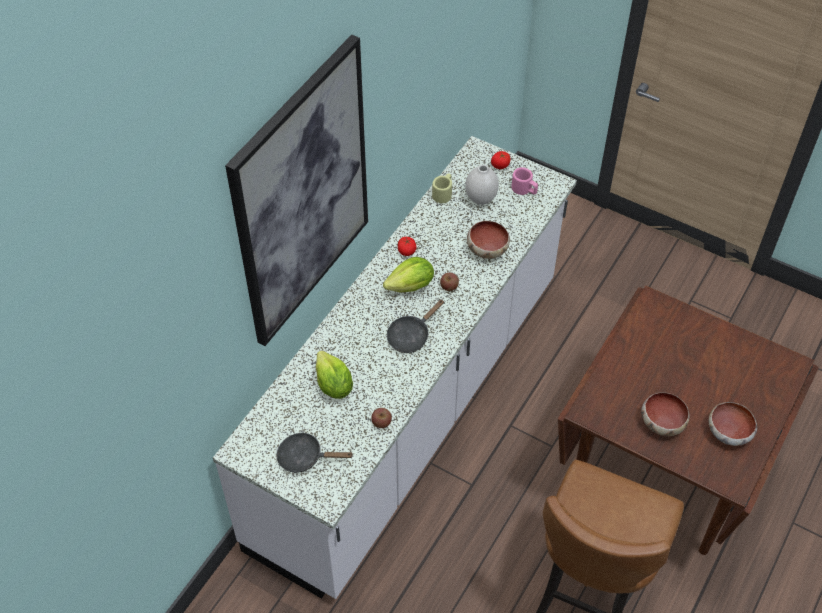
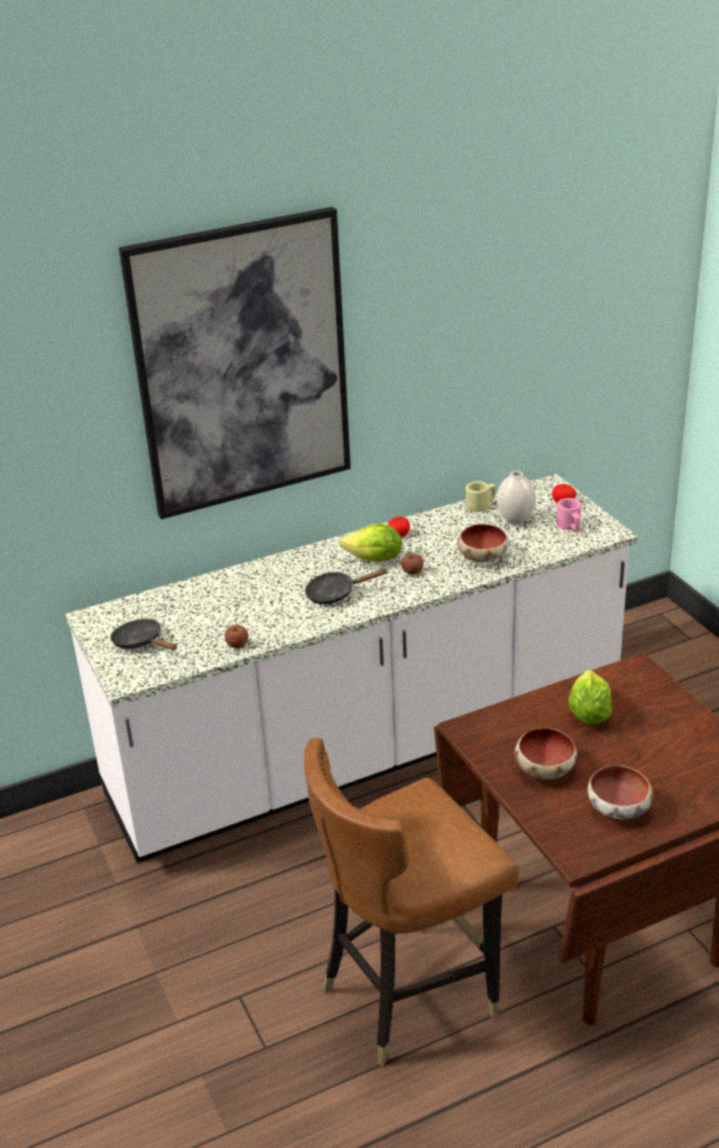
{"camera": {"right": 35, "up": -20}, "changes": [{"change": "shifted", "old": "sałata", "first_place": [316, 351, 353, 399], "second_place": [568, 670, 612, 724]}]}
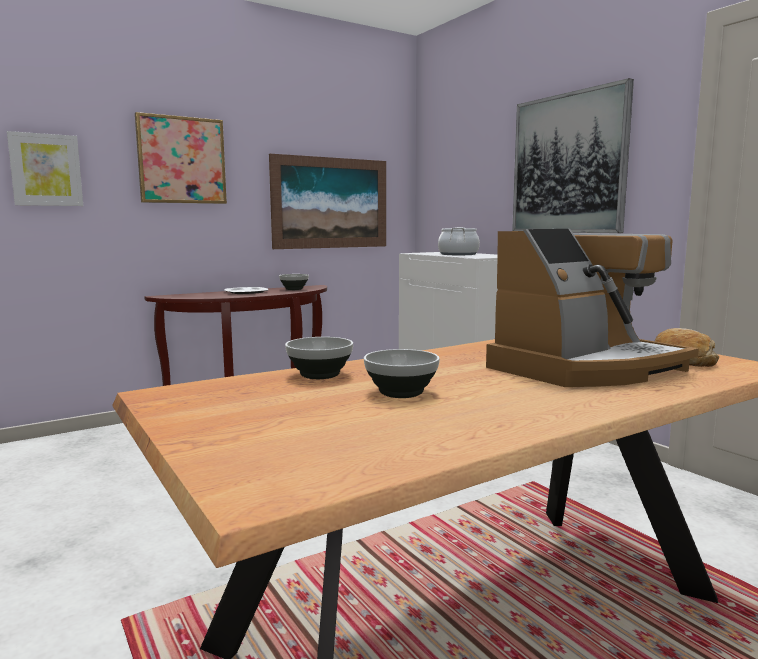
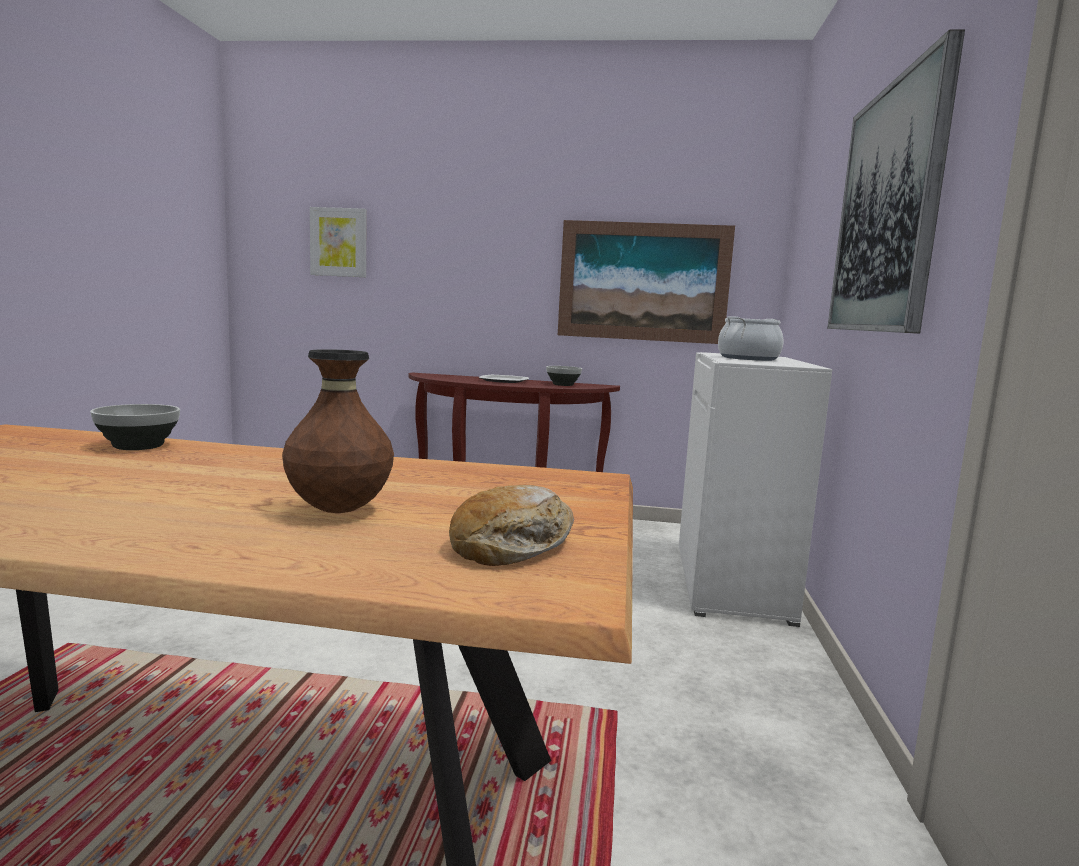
{"camera": {"right": 40, "up": 0}, "changes": [{"change": "gone", "old": "obraz", "first_place": [135, 112, 227, 204]}, {"change": "gone", "old": "miska", "first_place": [364, 349, 440, 398]}, {"change": "swapped", "old": "ekspres do kawy", "new": "wazon [brązowy]", "first_place": [486, 229, 699, 387], "second_place": [282, 349, 394, 513]}]}
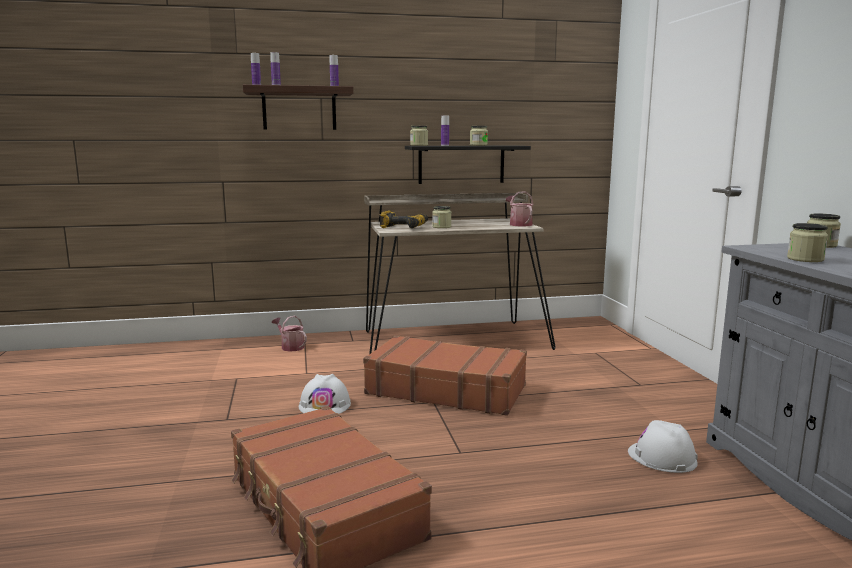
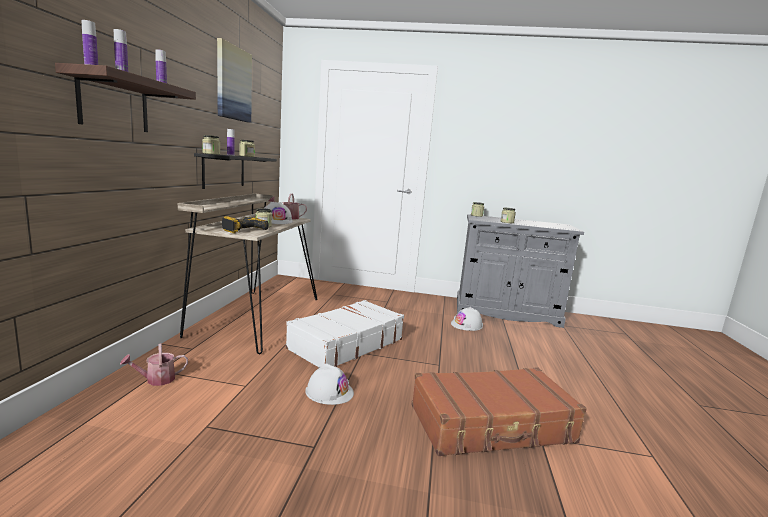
{"camera": {"right": -70, "up": 0}, "changes": [{"change": "new", "new": "obraz", "second_place": [217, 38, 252, 123]}, {"change": "new", "new": "kask [biały]", "second_place": [265, 202, 293, 224]}, {"change": "repainted", "old": "walizka [brązowy]", "new": "walizka [biały]", "first_place": [363, 335, 527, 416], "second_place": [286, 300, 404, 368]}]}
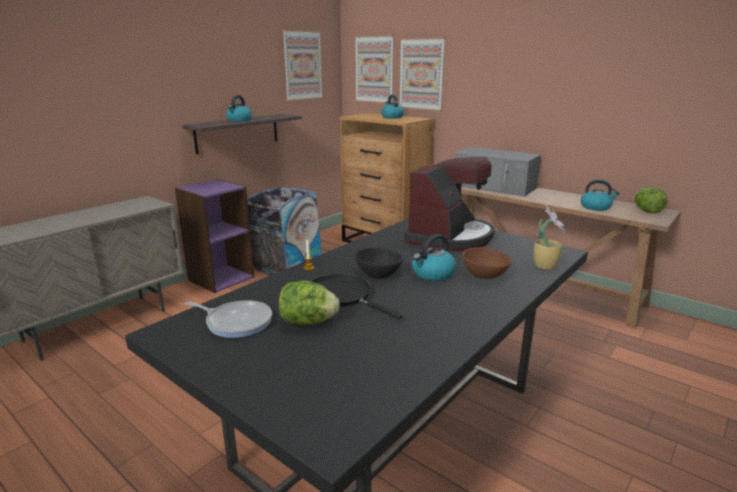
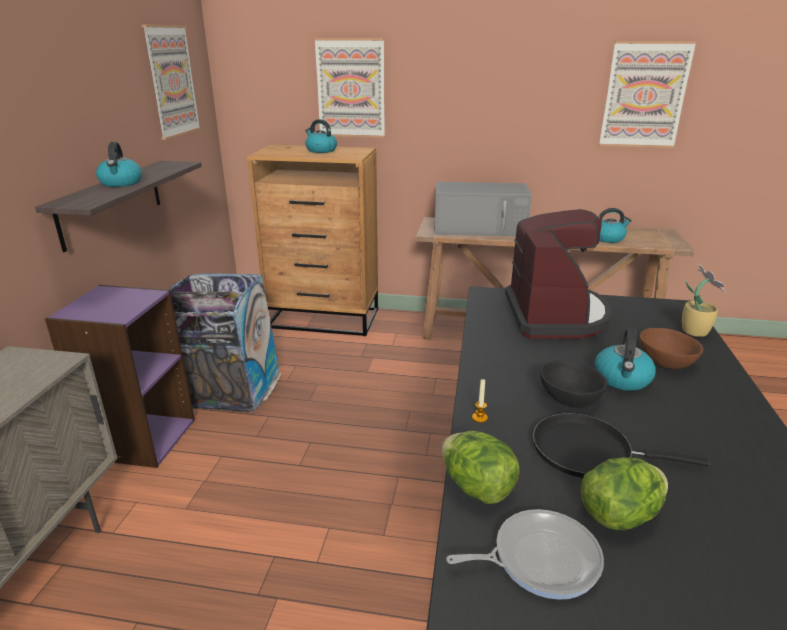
{"camera": {"right": -30, "up": 5}, "changes": [{"change": "shifted", "old": "obraz", "first_place": [355, 35, 394, 104], "second_place": [599, 41, 697, 148]}, {"change": "shifted", "old": "sałata", "first_place": [634, 187, 668, 213], "second_place": [442, 431, 520, 504]}]}
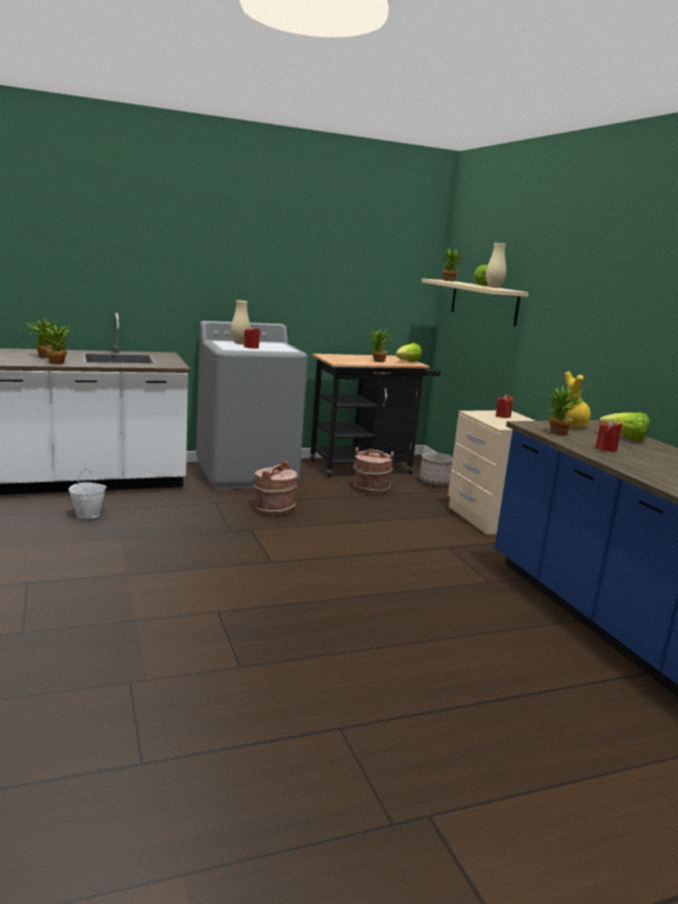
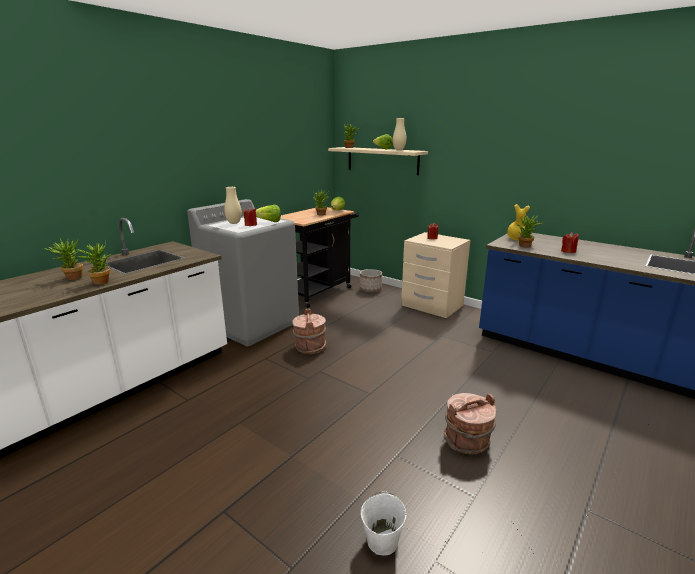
{"camera": {"right": -30, "up": 5}, "changes": [{"change": "shifted", "old": "wiadro [biały]", "first_place": [69, 468, 106, 519], "second_place": [361, 491, 407, 556]}, {"change": "shifted", "old": "wiadro [brązowy]", "first_place": [353, 447, 394, 494], "second_place": [444, 393, 496, 455]}, {"change": "shifted", "old": "sałata", "first_place": [599, 412, 649, 441], "second_place": [256, 205, 281, 222]}]}
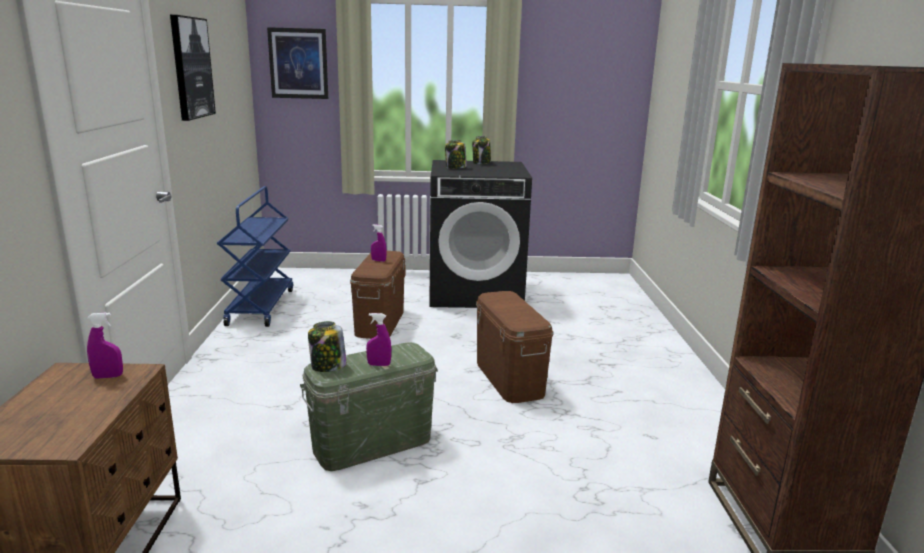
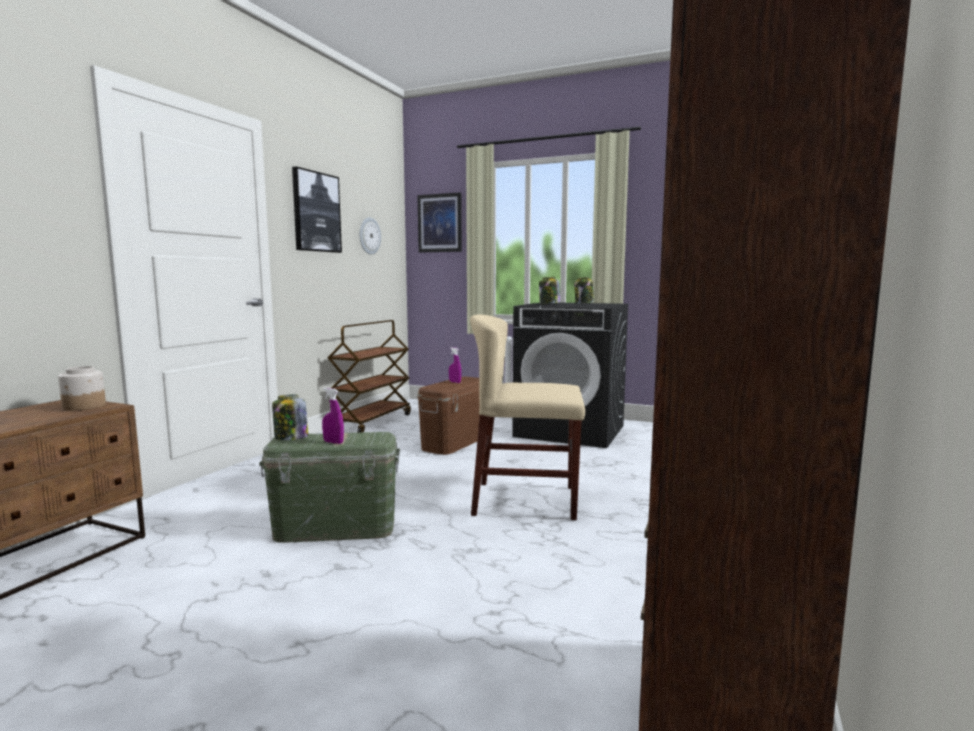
{"camera": {"right": 25, "up": -10}, "changes": [{"change": "new", "new": "zegar ścienny", "second_place": [359, 217, 381, 255]}, {"change": "swapped", "old": "spryskiwacz [fioletowy]", "new": "słoik", "first_place": [87, 313, 123, 379], "second_place": [58, 366, 106, 411]}, {"change": "swapped", "old": "pojemnik do przechowywania [brązowy]", "new": "krzesło [beżowy]", "first_place": [476, 291, 553, 403], "second_place": [470, 314, 585, 520]}, {"change": "repainted", "old": "wózek [niebieski]", "new": "wózek [brązowy]", "first_place": [217, 186, 293, 327], "second_place": [327, 320, 411, 433]}]}
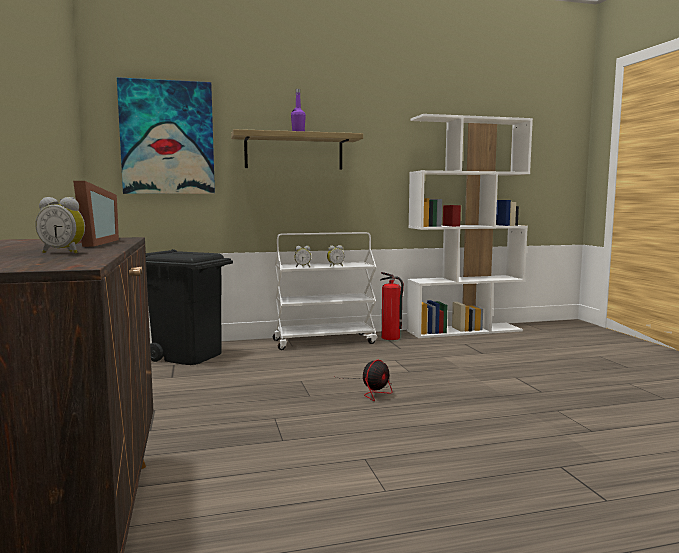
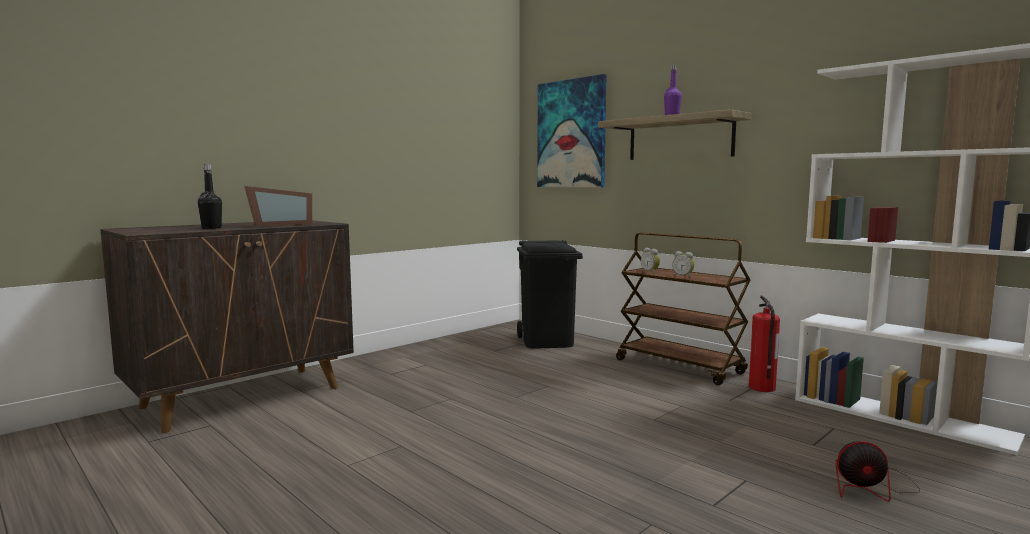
{"camera": {"right": 60, "up": 0}, "changes": [{"change": "shifted", "old": "wentylator", "first_place": [336, 360, 392, 401], "second_place": [835, 441, 920, 502]}, {"change": "swapped", "old": "budzik", "new": "butelka [czarny]", "first_place": [35, 197, 85, 254], "second_place": [198, 164, 222, 229]}, {"change": "repainted", "old": "wózek [biały]", "new": "wózek [brązowy]", "first_place": [273, 232, 377, 350], "second_place": [616, 232, 751, 385]}]}
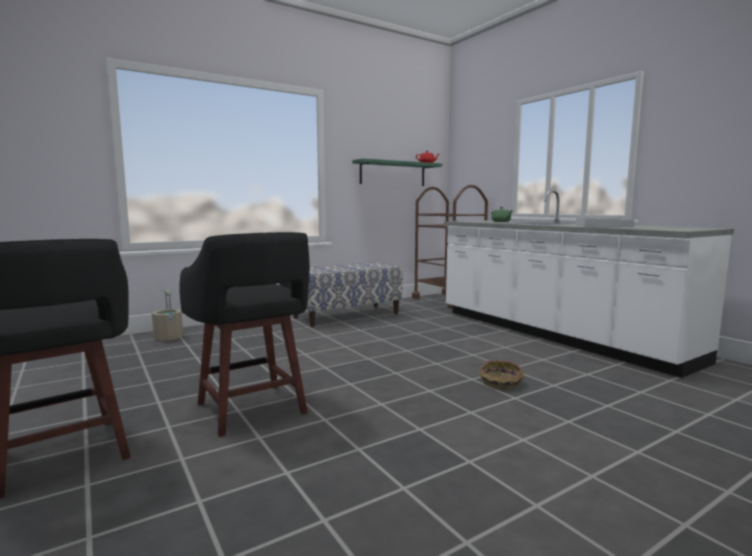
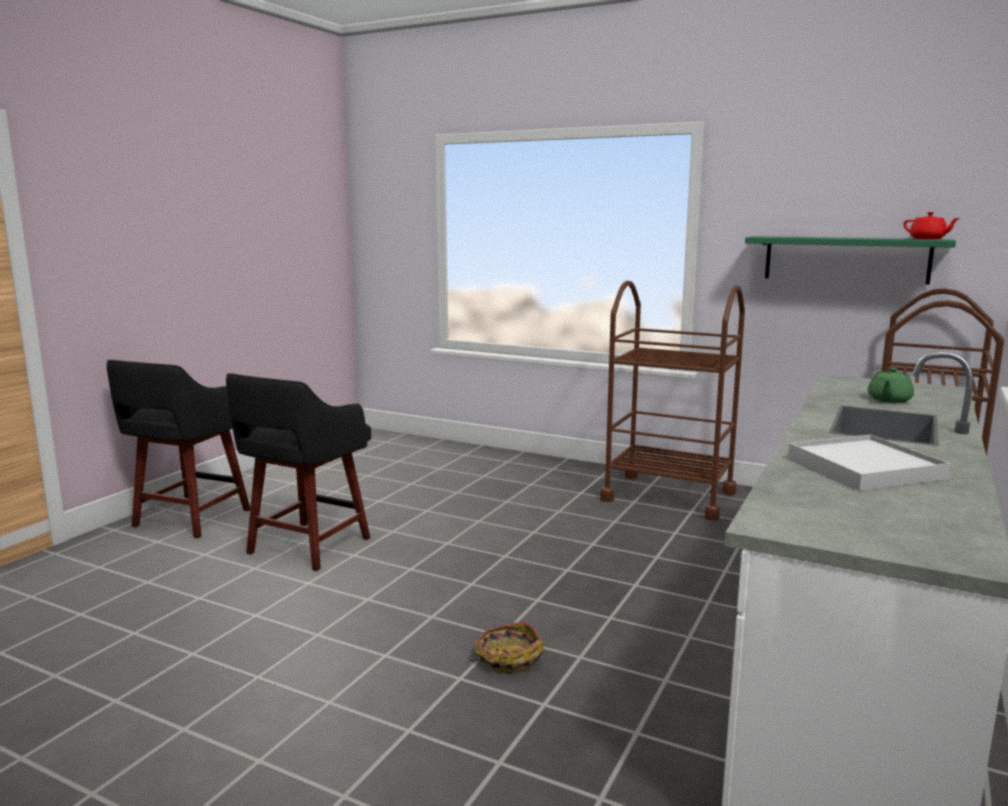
{"camera": {"right": 60, "up": 5}, "changes": [{"change": "gone", "old": "wiadro [beżowy]", "first_place": [152, 288, 183, 341]}, {"change": "swapped", "old": "ławka", "new": "wózek [brązowy]", "first_place": [293, 262, 403, 327], "second_place": [600, 281, 745, 521]}]}
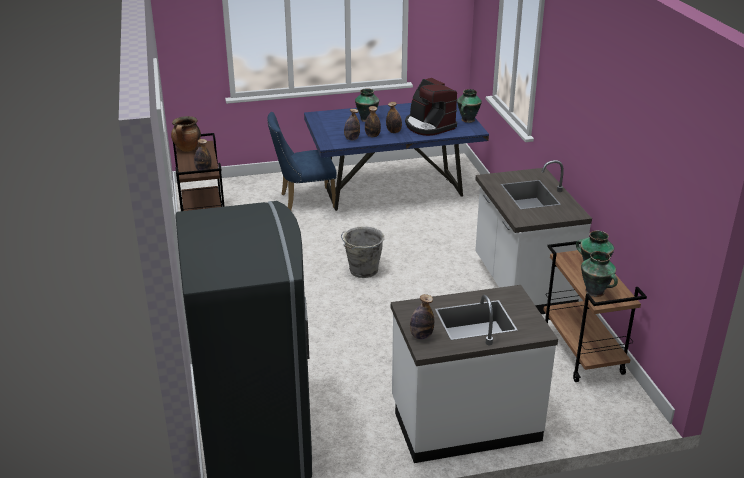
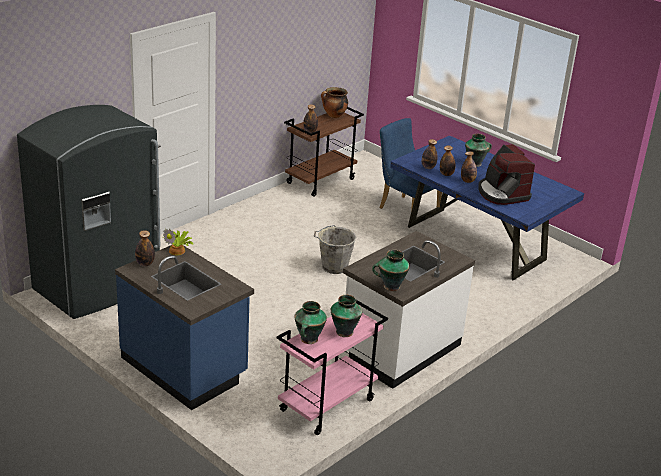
{"camera": {"right": 55, "up": 0}, "changes": [{"change": "new", "new": "roślina doniczkowa", "second_place": [163, 228, 193, 255]}, {"change": "shifted", "old": "wazon", "first_place": [457, 89, 482, 123], "second_place": [372, 250, 410, 291]}, {"change": "repainted", "old": "zabudowa kuchenna [biały]", "new": "zabudowa kuchenna [niebieski]", "first_place": [391, 285, 558, 463], "second_place": [115, 245, 254, 410]}, {"change": "repainted", "old": "wózek [brązowy]", "new": "wózek [różowy]", "first_place": [544, 241, 647, 382], "second_place": [277, 300, 388, 435]}, {"change": "rotated", "old": "ekspres do kawy", "first_place": [405, 78, 457, 136], "second_place": [478, 144, 535, 205], "degrees": -45}]}
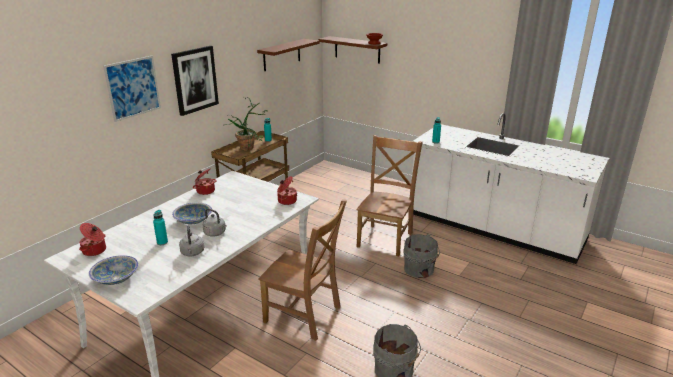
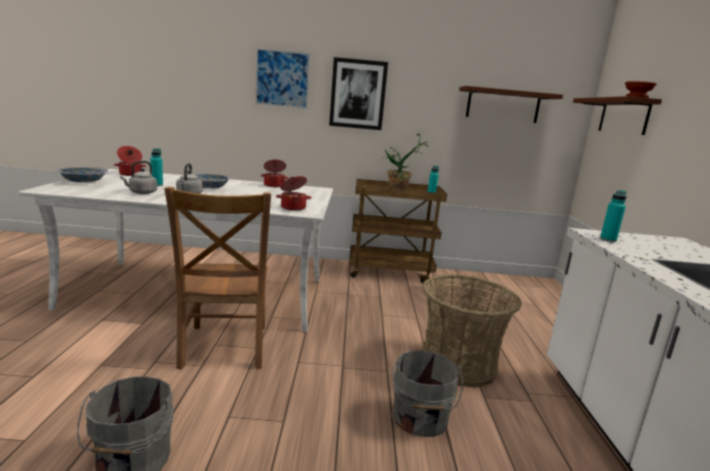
{"camera": {"right": 55, "up": -10}, "changes": [{"change": "swapped", "old": "krzesło [brązowy]", "new": "koszyk", "first_place": [357, 135, 423, 256], "second_place": [422, 274, 522, 388]}]}
